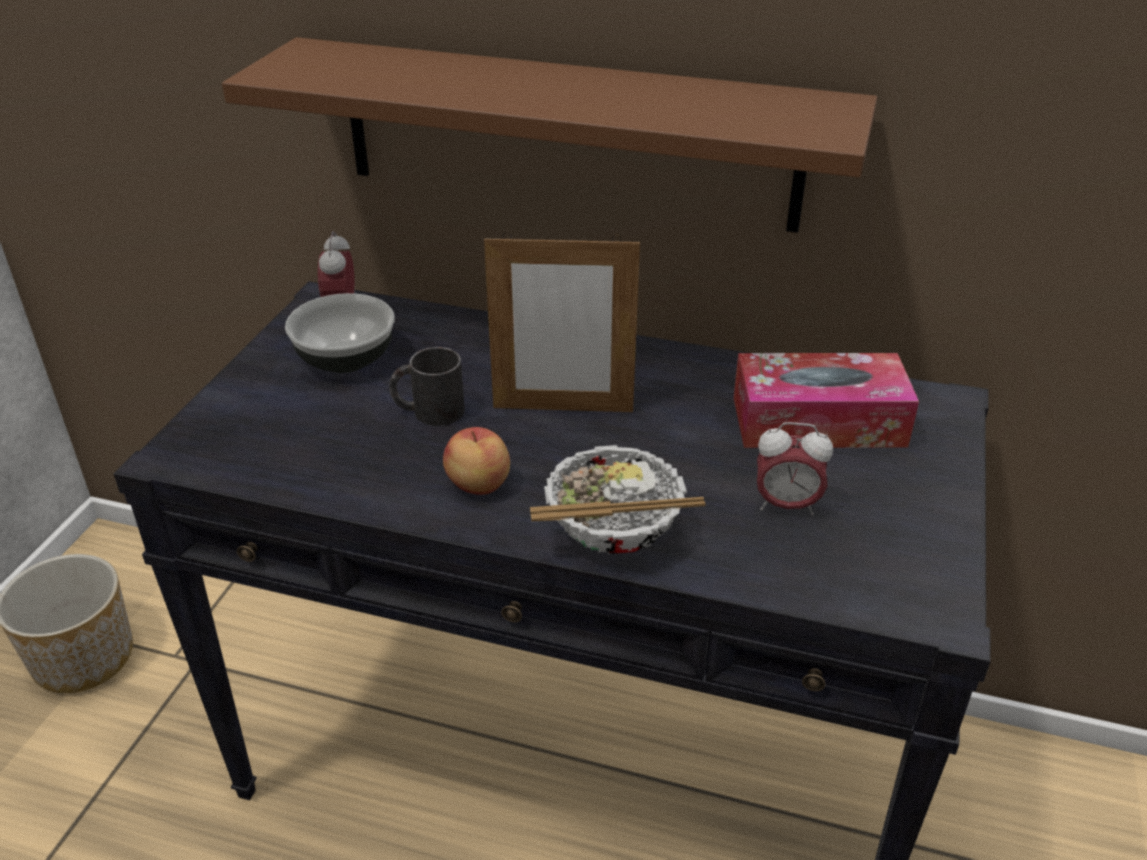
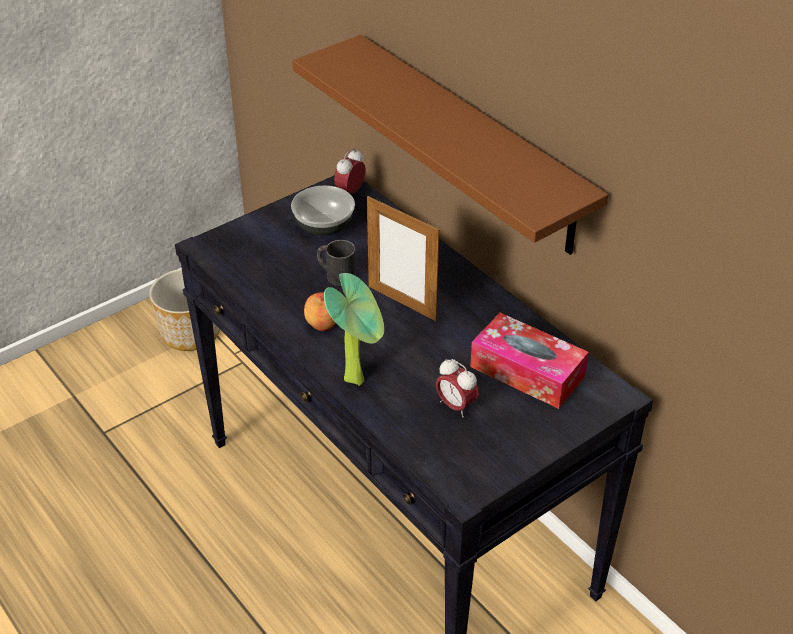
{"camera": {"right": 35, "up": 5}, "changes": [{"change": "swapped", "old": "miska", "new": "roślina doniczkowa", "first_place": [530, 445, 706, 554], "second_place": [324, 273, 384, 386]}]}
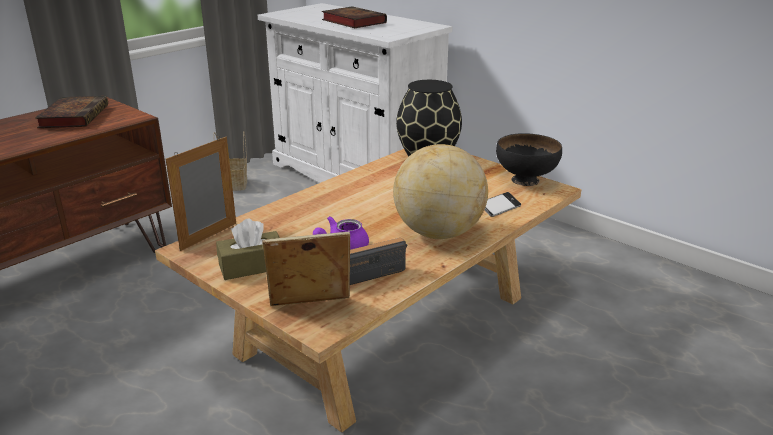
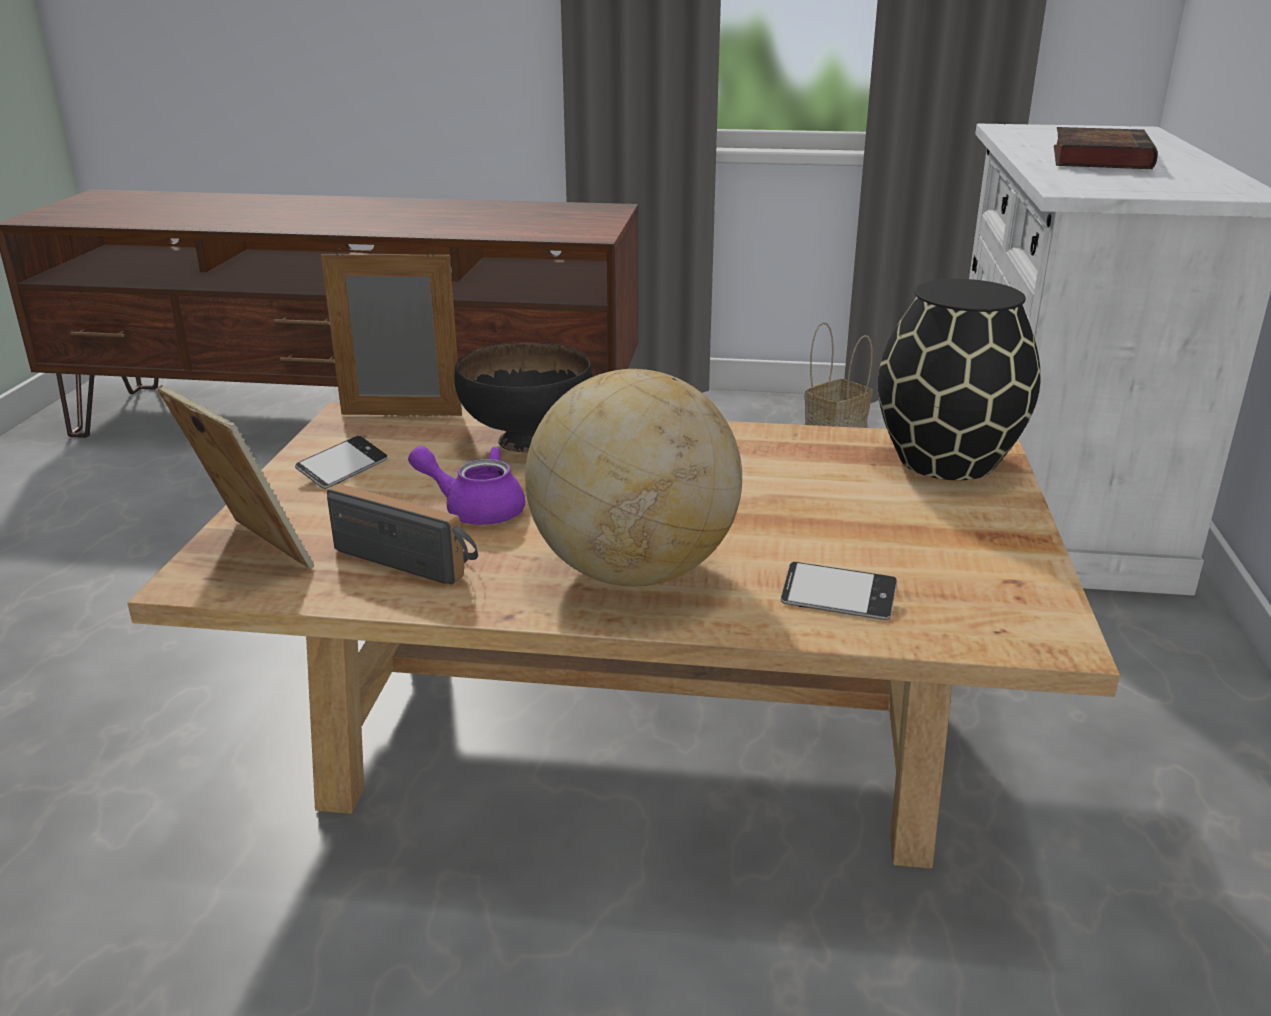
{"camera": {"right": 55, "up": 0}, "changes": [{"change": "gone", "old": "książka", "first_place": [35, 96, 108, 128]}, {"change": "shifted", "old": "miska [czarny]", "first_place": [496, 133, 562, 186], "second_place": [454, 342, 593, 452]}, {"change": "swapped", "old": "pudełko chusteczek [brązowy]", "new": "telefon", "first_place": [216, 218, 280, 280], "second_place": [295, 436, 387, 489]}]}
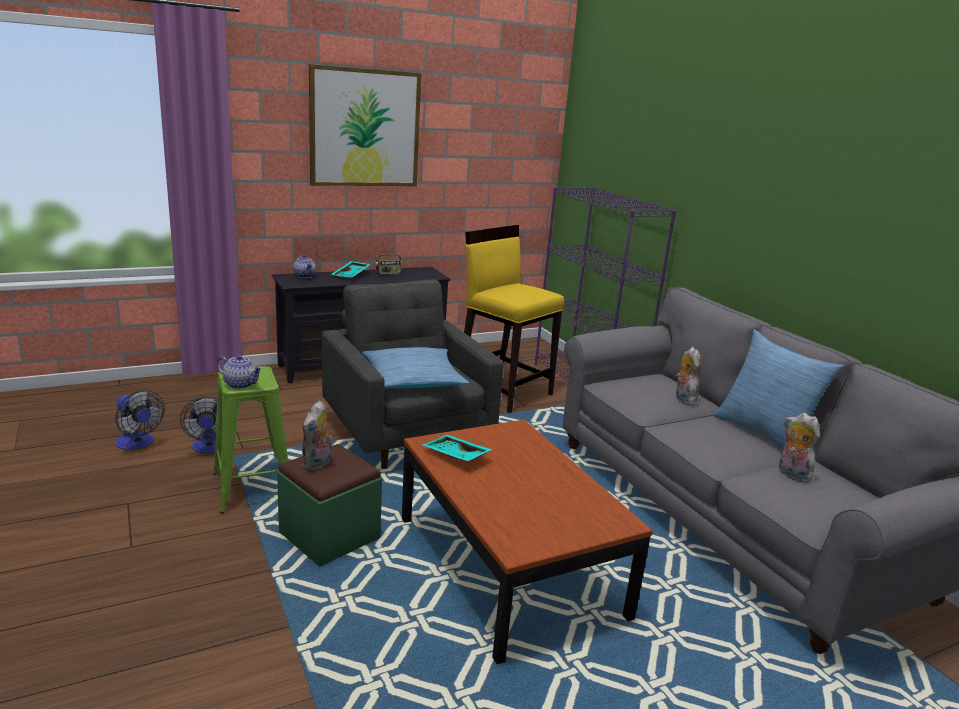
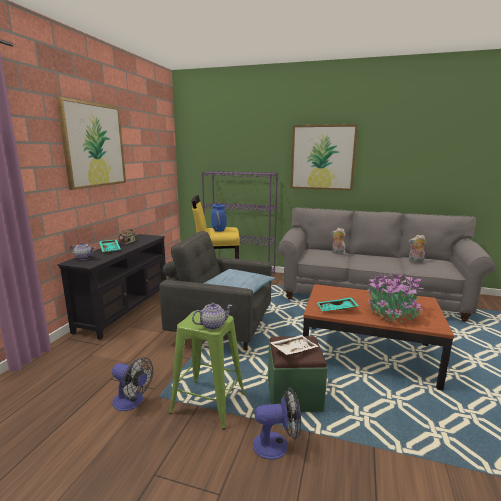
{"camera": {"right": -45, "up": -5}, "changes": [{"change": "gone", "old": "poduszka", "first_place": [713, 329, 845, 449]}, {"change": "new", "new": "wazon [niebieski]", "second_place": [211, 204, 227, 232]}, {"change": "new", "new": "obraz", "second_place": [290, 124, 358, 191]}, {"change": "new", "new": "roślina doniczkowa", "second_place": [366, 272, 424, 322]}, {"change": "shifted", "old": "wentylator", "first_place": [115, 390, 165, 450], "second_place": [253, 387, 301, 460]}, {"change": "swapped", "old": "pluszak", "new": "taca [biały]", "first_place": [302, 401, 333, 471], "second_place": [270, 335, 319, 356]}]}
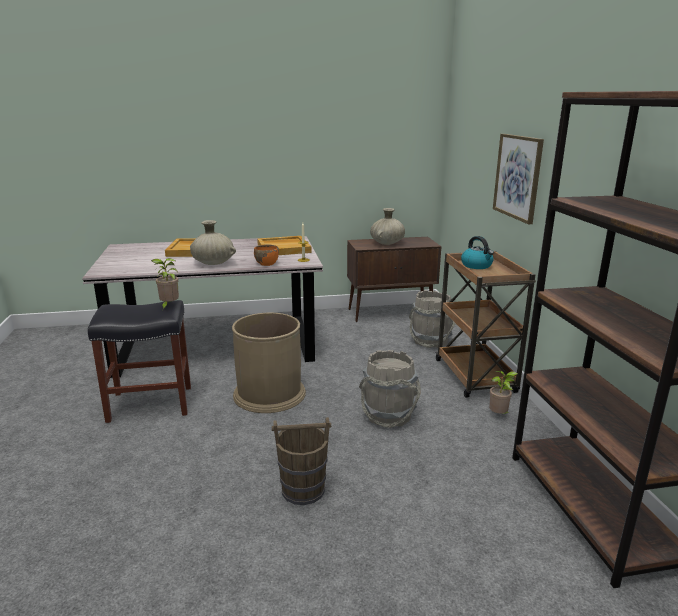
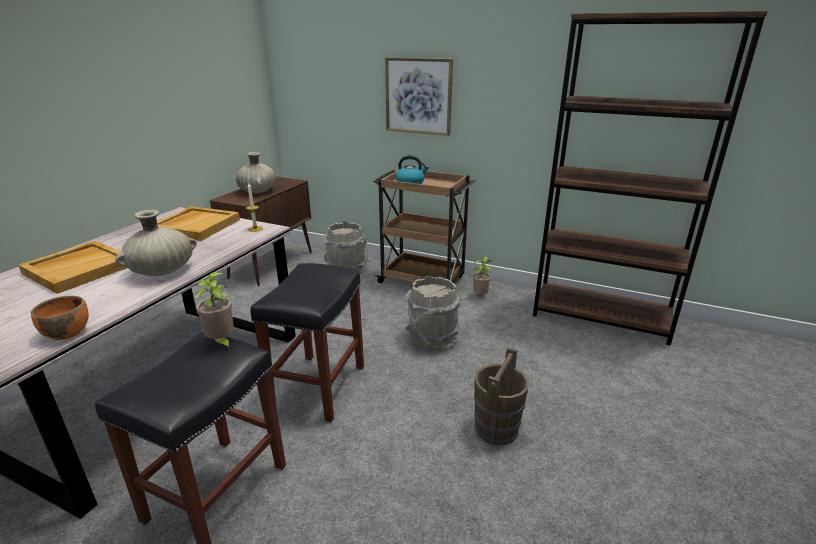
{"camera": {"right": -55, "up": 5}, "changes": [{"change": "shifted", "old": "miska [pomarańczowy]", "first_place": [254, 244, 279, 266], "second_place": [31, 296, 89, 340]}, {"change": "swapped", "old": "kosz na śmieci [brązowy]", "new": "stołek [czarny]", "first_place": [232, 313, 306, 413], "second_place": [251, 263, 364, 422]}]}
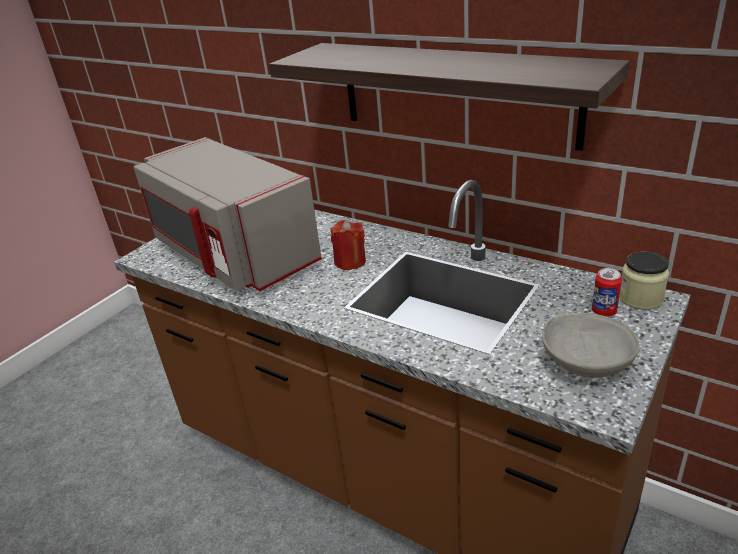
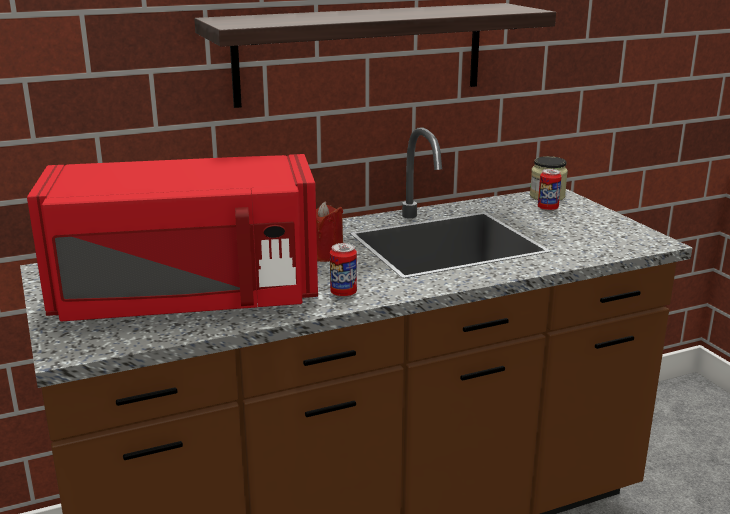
{"camera": {"right": -60, "up": -10}, "changes": [{"change": "gone", "old": "miska [szary]", "first_place": [542, 313, 640, 378]}, {"change": "new", "new": "puszka", "second_place": [330, 243, 357, 297]}, {"change": "repainted", "old": "mikrofalówka [szary]", "new": "mikrofalówka [czerwony]", "first_place": [134, 137, 322, 291], "second_place": [27, 154, 318, 322]}]}
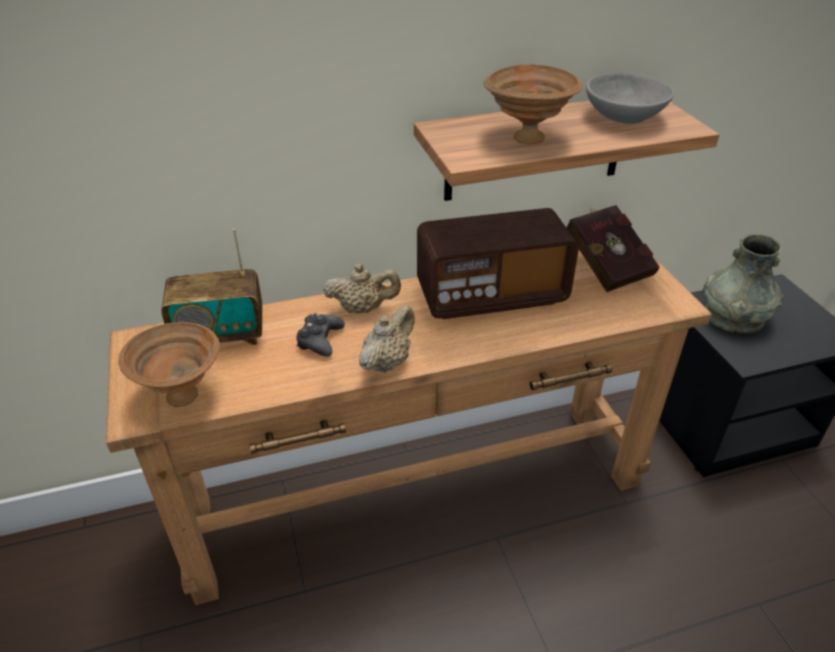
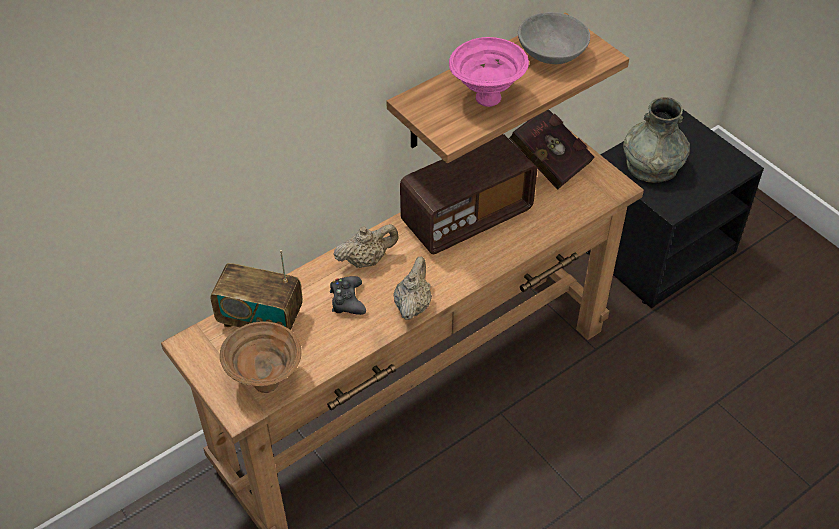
{"camera": {"right": -20, "up": 10}, "changes": [{"change": "repainted", "old": "miska [brązowy]", "new": "miska [różowy]", "first_place": [484, 64, 583, 144], "second_place": [449, 37, 529, 107]}, {"change": "rotated", "old": "radio", "first_place": [161, 229, 262, 345], "second_place": [210, 250, 303, 330], "degrees": 45}]}
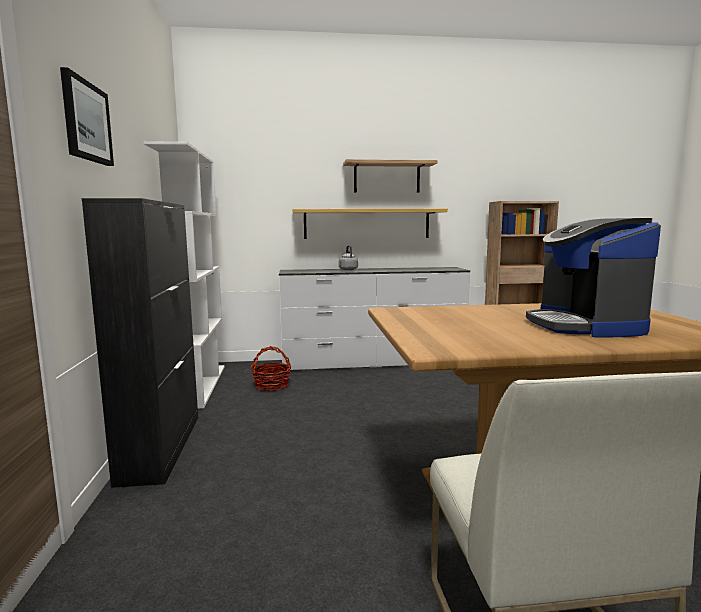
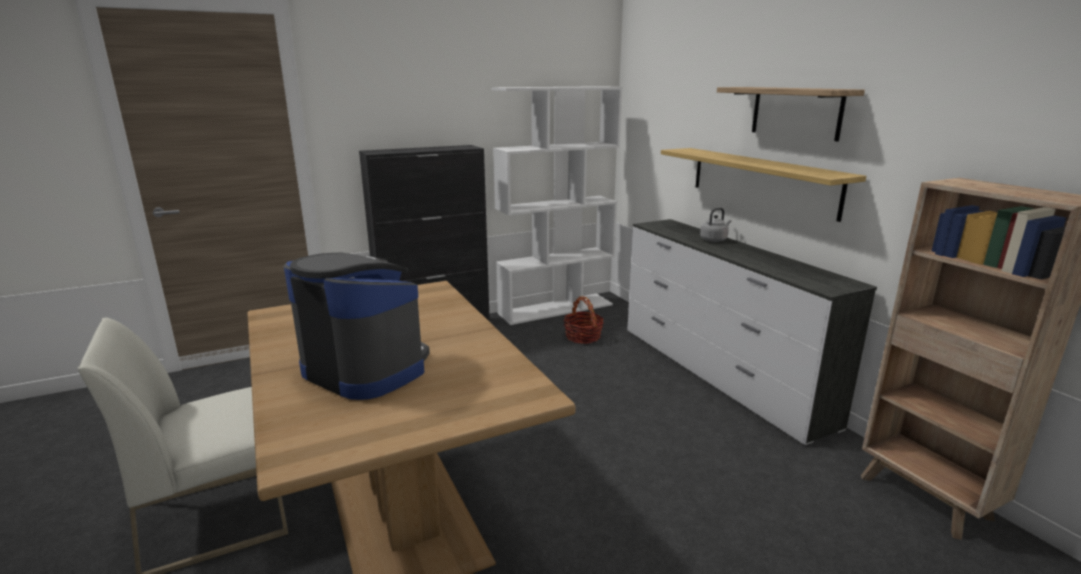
{"camera": {"right": 70, "up": 10}, "changes": [{"change": "gone", "old": "obraz", "first_place": [60, 67, 114, 166]}, {"change": "rotated", "old": "ekspres do kawy", "first_place": [526, 218, 661, 338], "second_place": [284, 252, 430, 400], "degrees": 60}]}
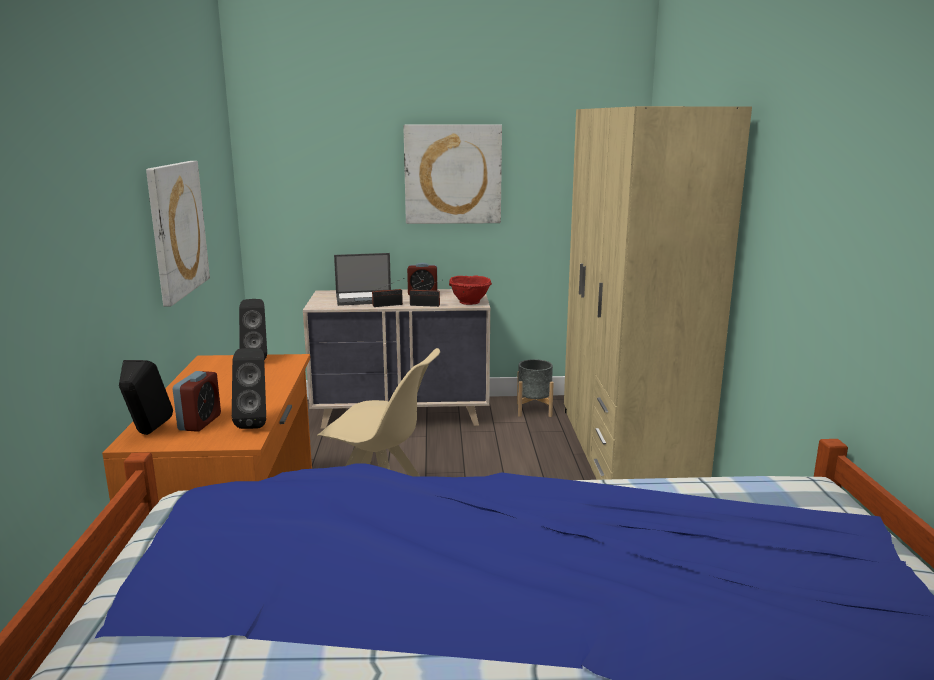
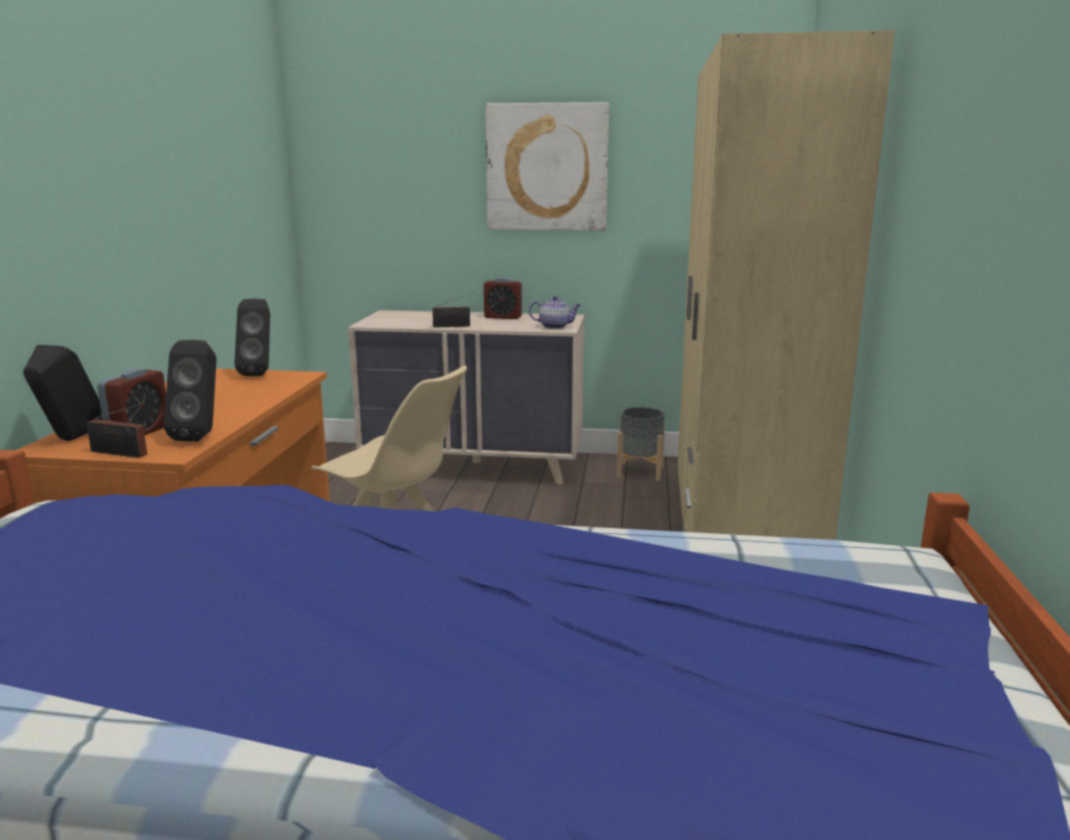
{"camera": {"right": 10, "up": 0}, "changes": [{"change": "gone", "old": "obraz", "first_place": [146, 161, 210, 307]}, {"change": "gone", "old": "laptop", "first_place": [334, 253, 391, 306]}, {"change": "shifted", "old": "radio", "first_place": [410, 280, 441, 307], "second_place": [86, 403, 147, 458]}, {"change": "swapped", "old": "miska [czerwony]", "new": "imbryk", "first_place": [449, 275, 492, 305], "second_place": [529, 296, 581, 329]}]}
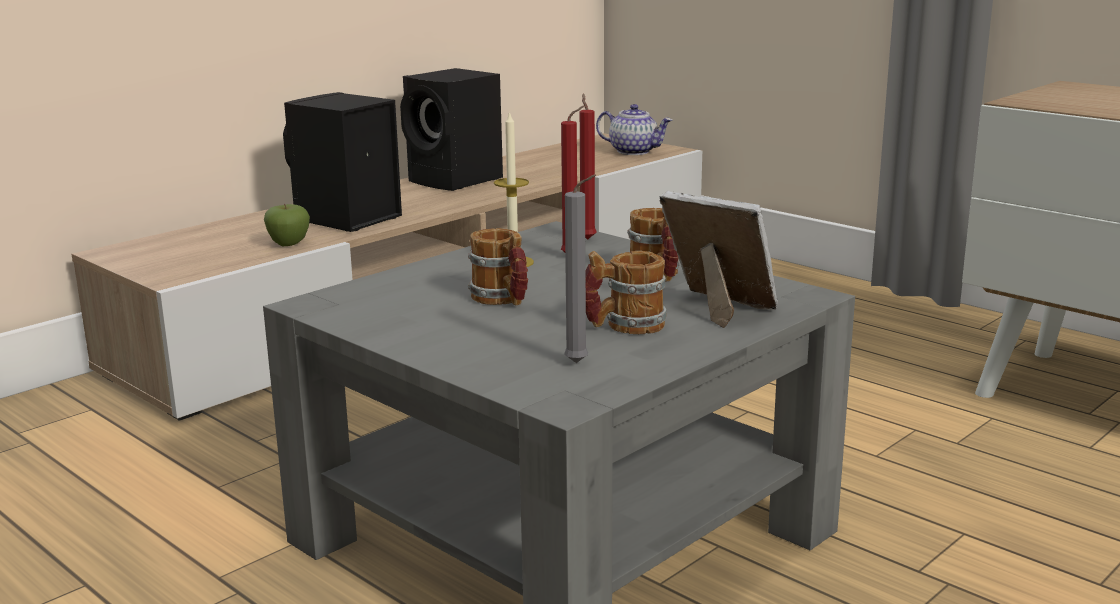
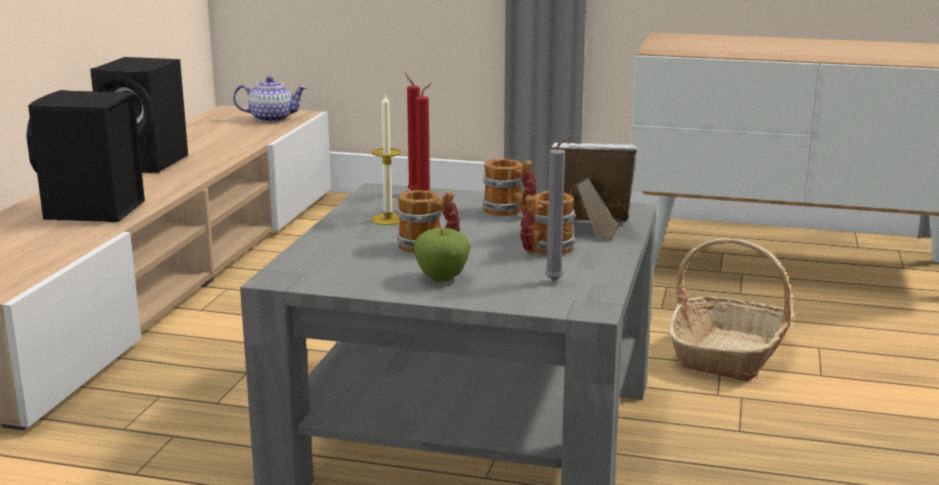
{"camera": {"right": -30, "up": 0}, "changes": [{"change": "new", "new": "koszyk", "second_place": [669, 238, 795, 381]}, {"change": "shifted", "old": "jabłko", "first_place": [264, 204, 310, 246], "second_place": [414, 228, 471, 282]}]}
